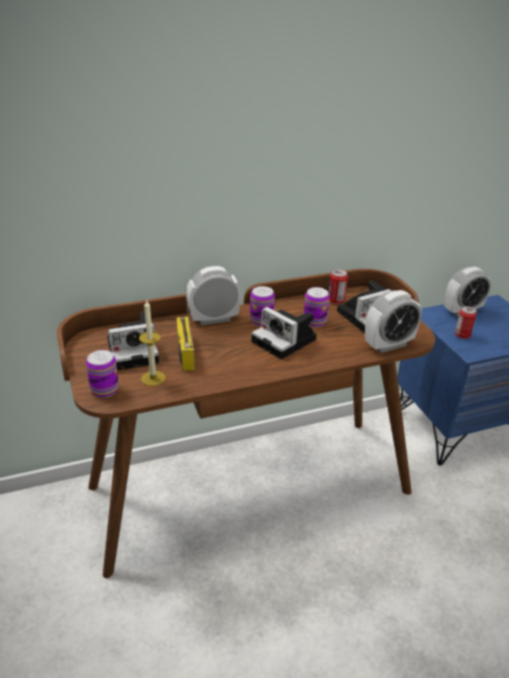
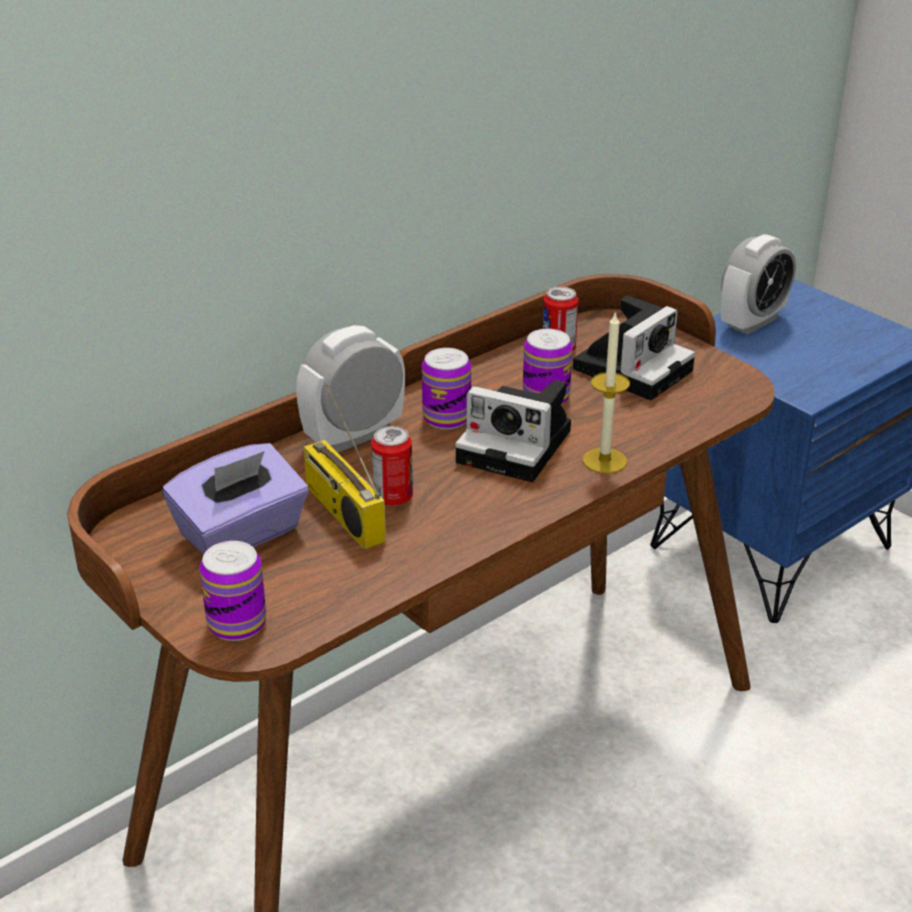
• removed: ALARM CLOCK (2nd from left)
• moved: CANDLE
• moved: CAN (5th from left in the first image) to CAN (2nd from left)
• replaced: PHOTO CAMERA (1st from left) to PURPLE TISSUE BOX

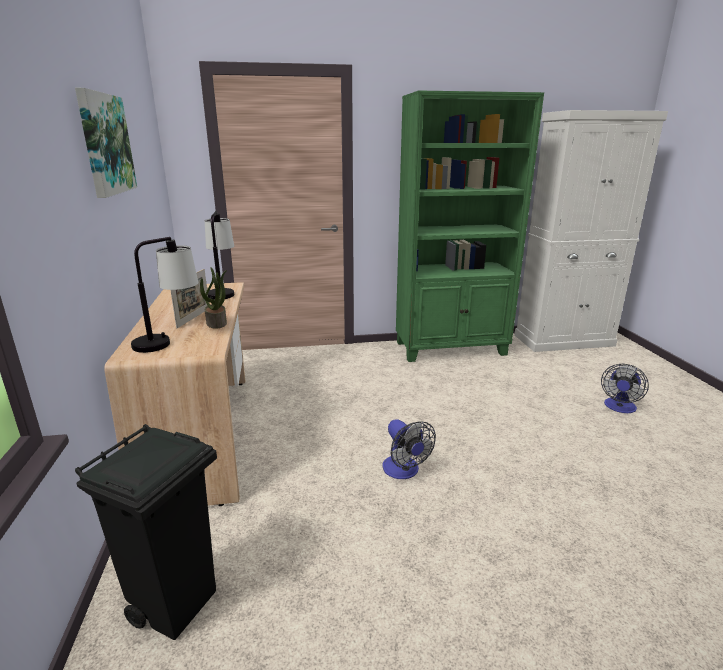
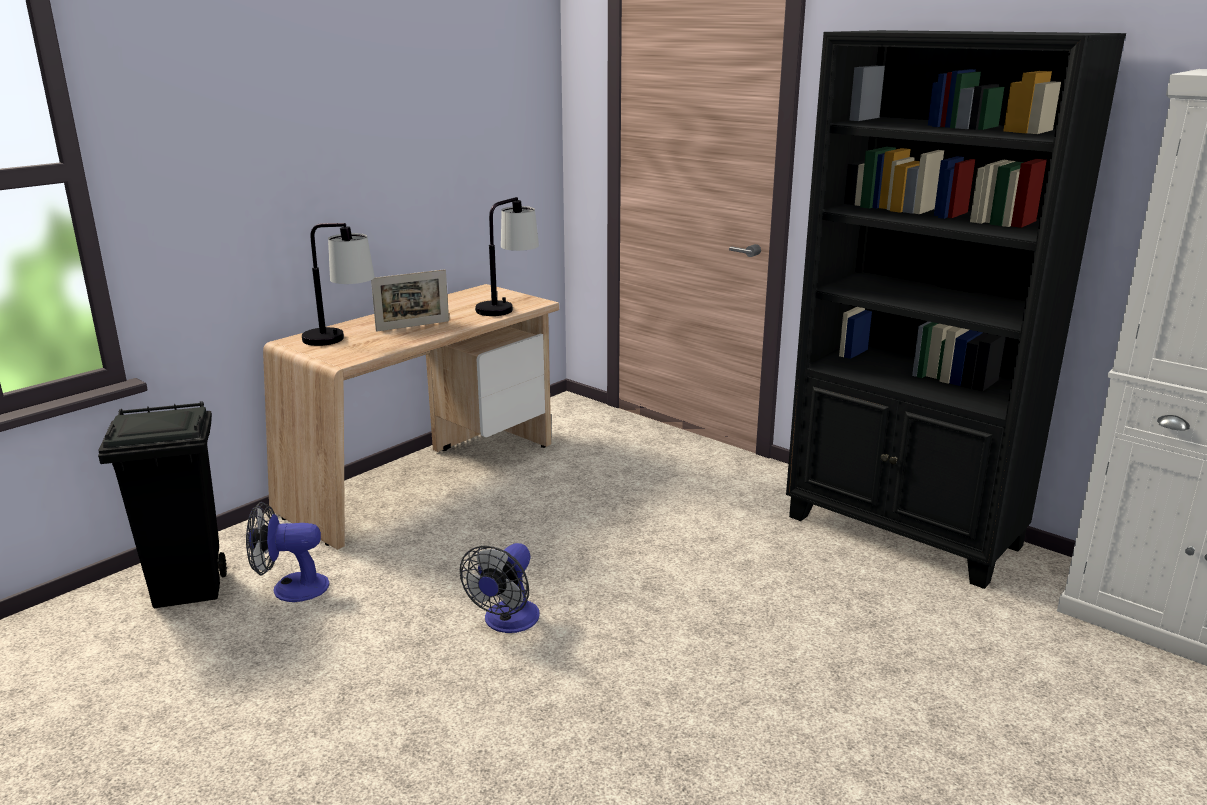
• removed: PICTURE
• removed: POTTED PLANT
• moved: FAN (2nd from left in the first image) to FAN (1st from left)
• recoloured: GREEN BOOKCASE to BLACK BOOKCASE

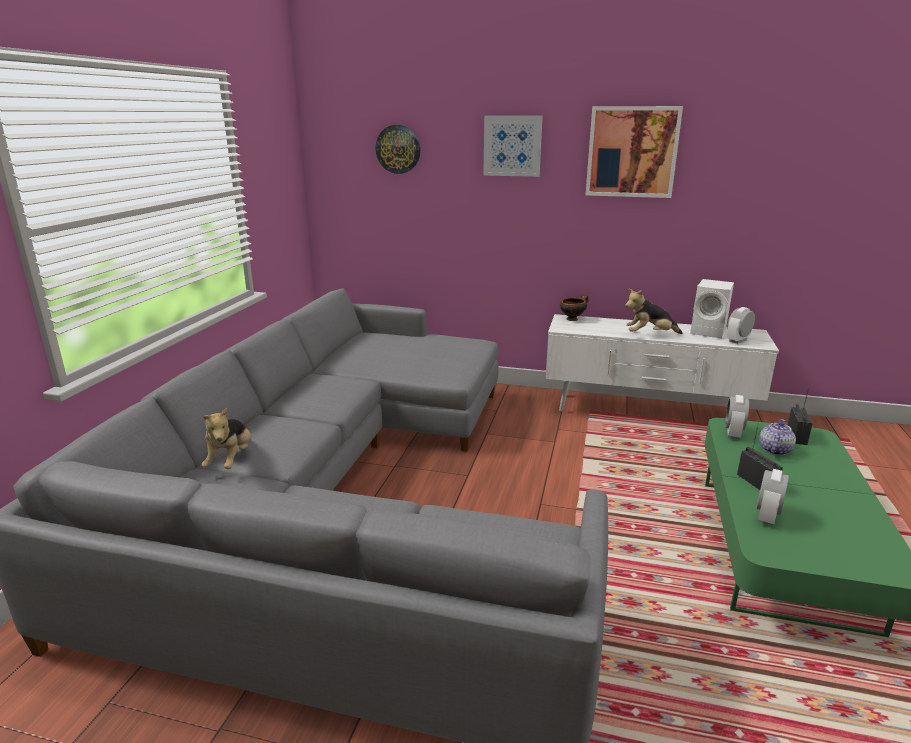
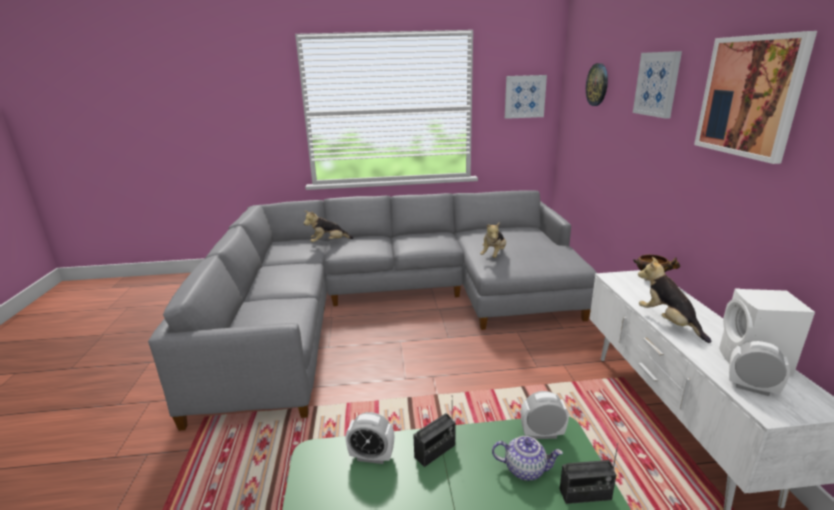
• added: PLUSH TOY (2nd from left)
• added: PICTURE (1st from left)

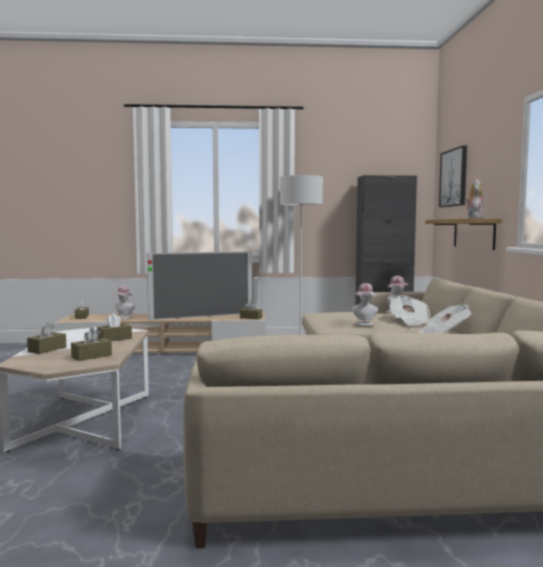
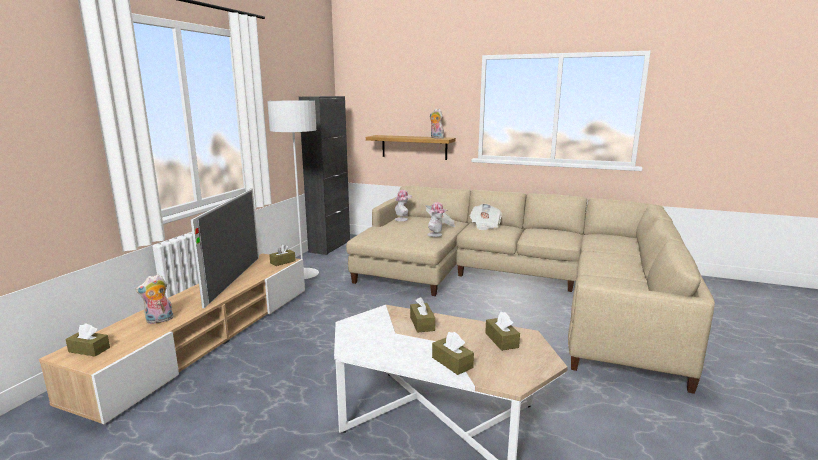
• removed: PICTURE
• replaced: HAT (1st from left) to PLUSH TOY (1st from left)

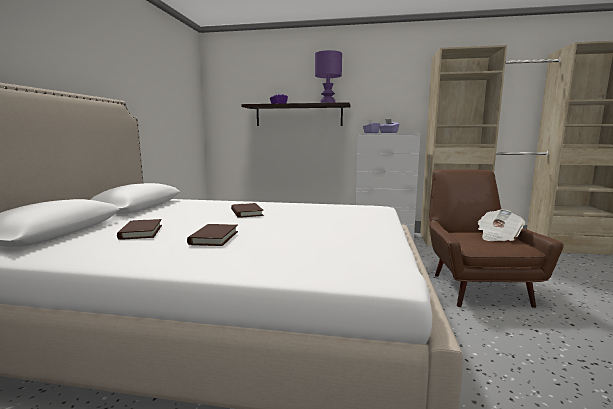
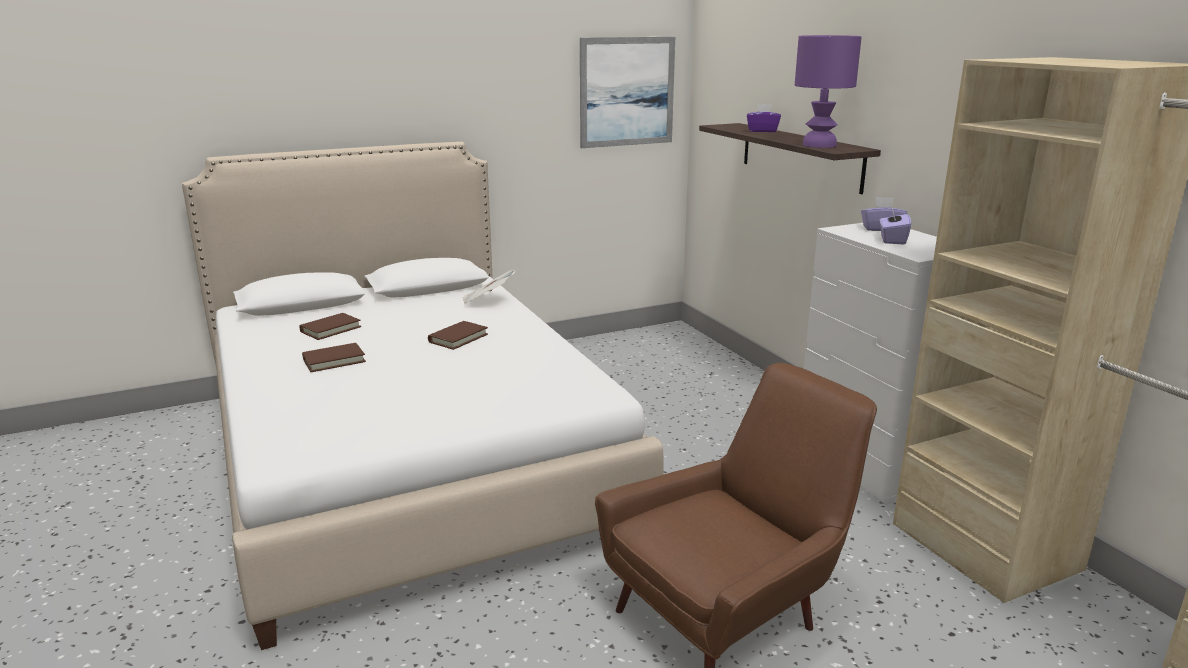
• added: PICTURE
• moved: NEWSPAPER

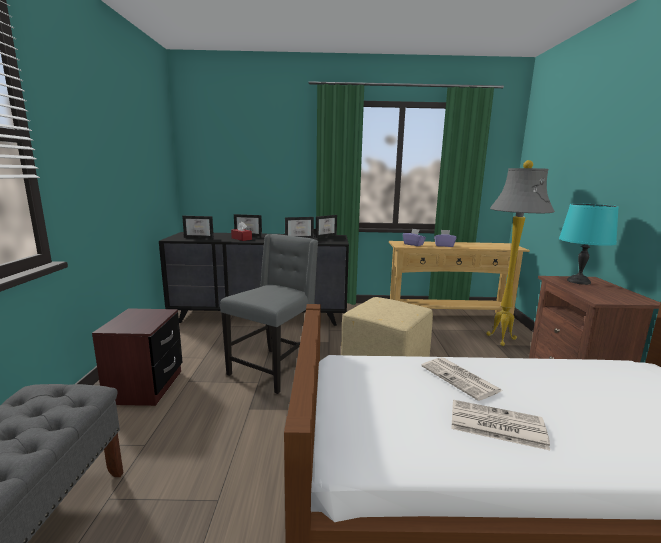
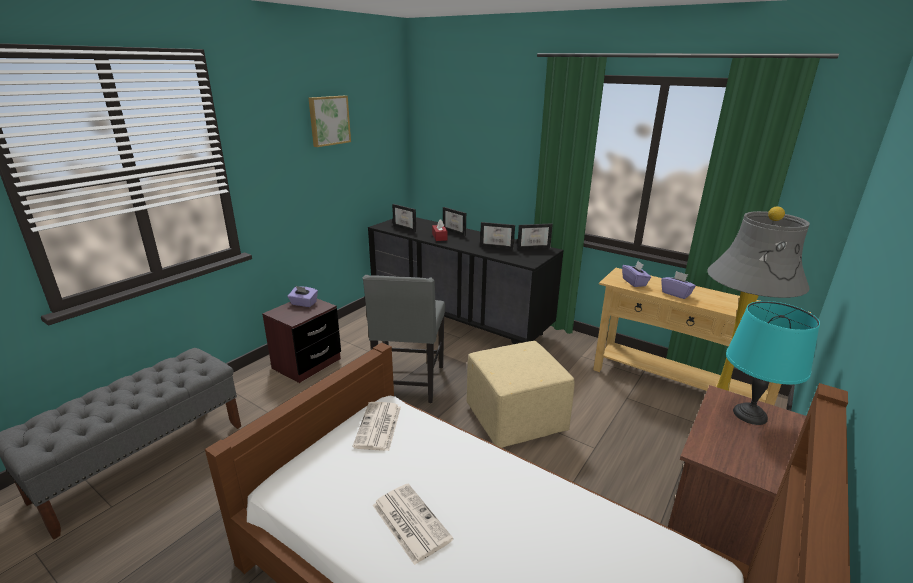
• added: PURPLE TISSUE BOX (1st from left)
• added: PICTURE
• moved: NEWSPAPER (1st from left)
• turned: GREY CHAIR 120 degrees clockwise

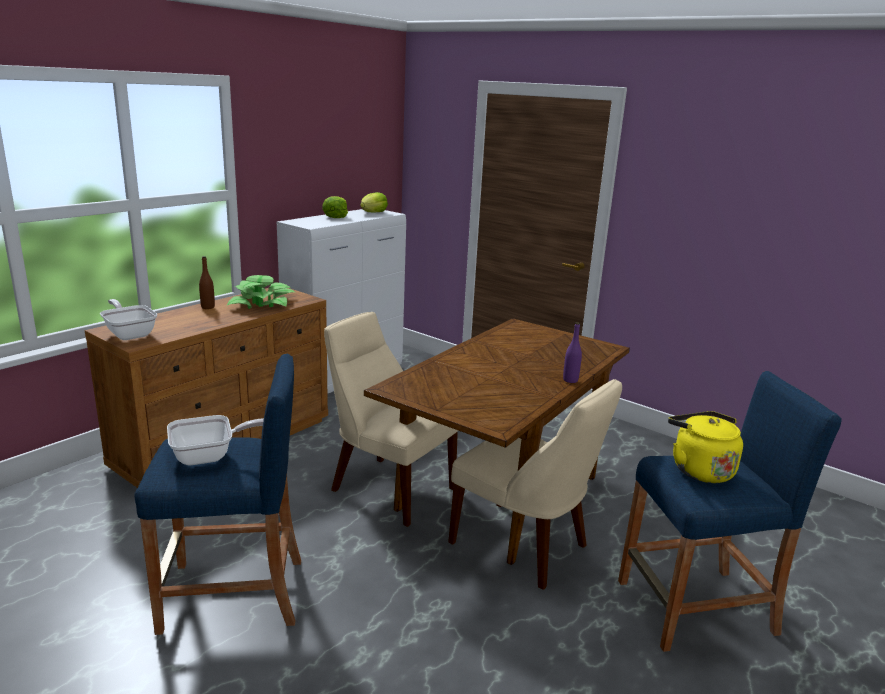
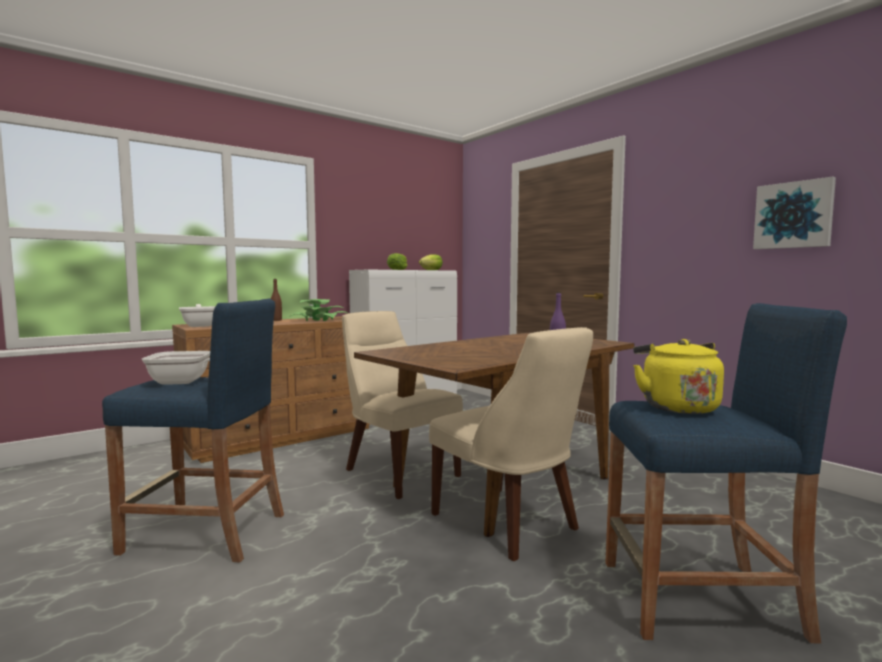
• added: PICTURE

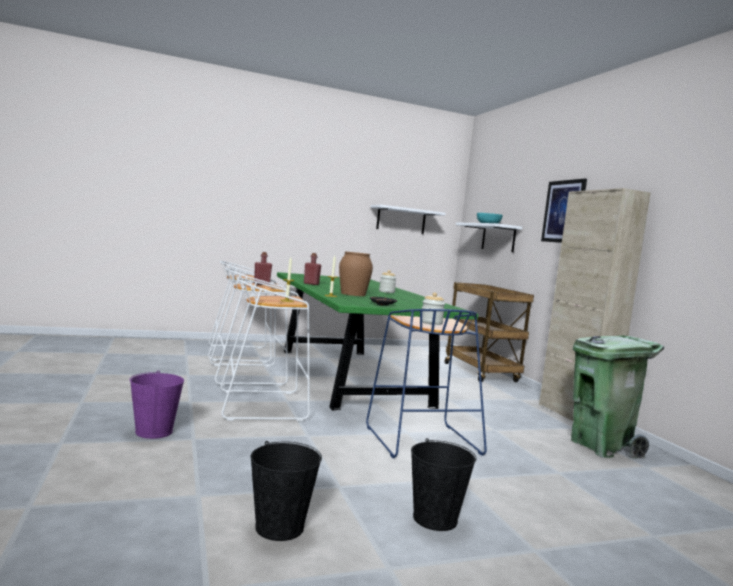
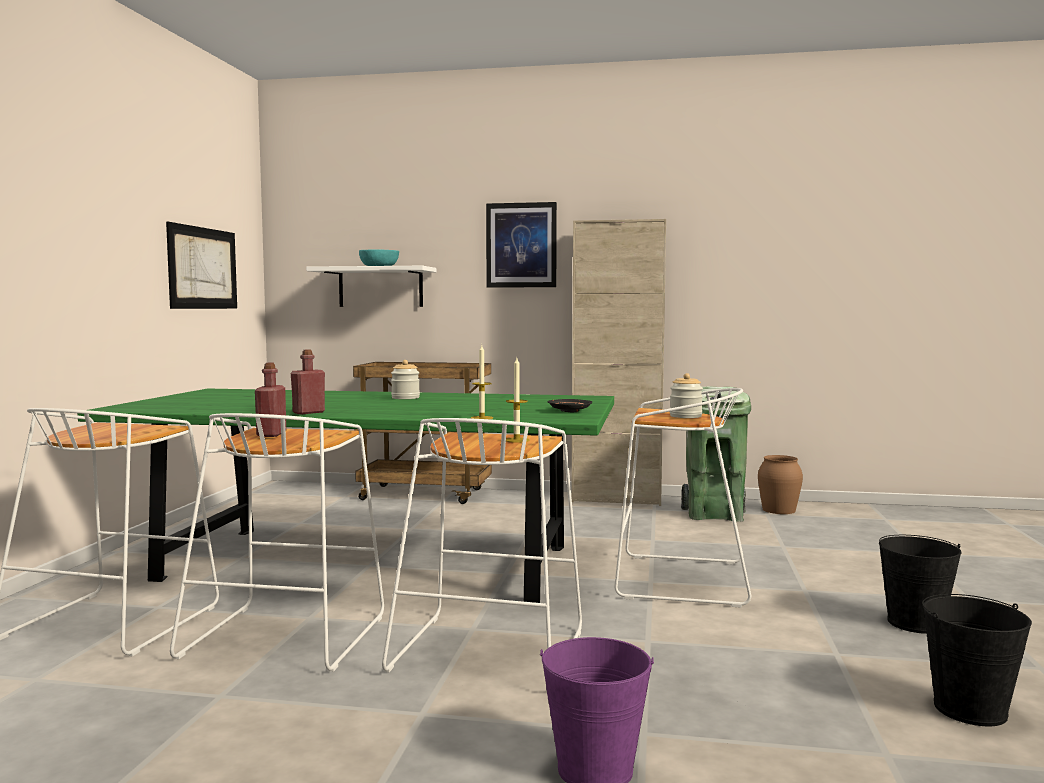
• moved: BROWN VASE
• replaced: WHITE SHELF (1st from left) to PICTURE (1st from left)
• recoloured: BLUE STOOL to WHITE STOOL (4th from left)

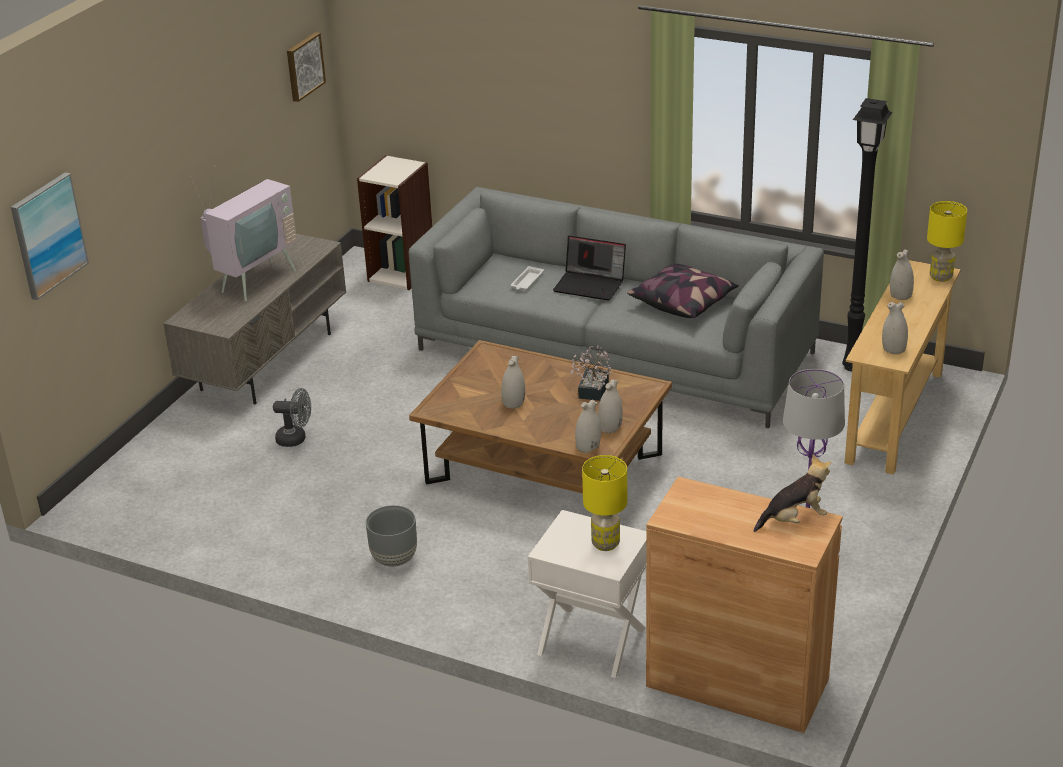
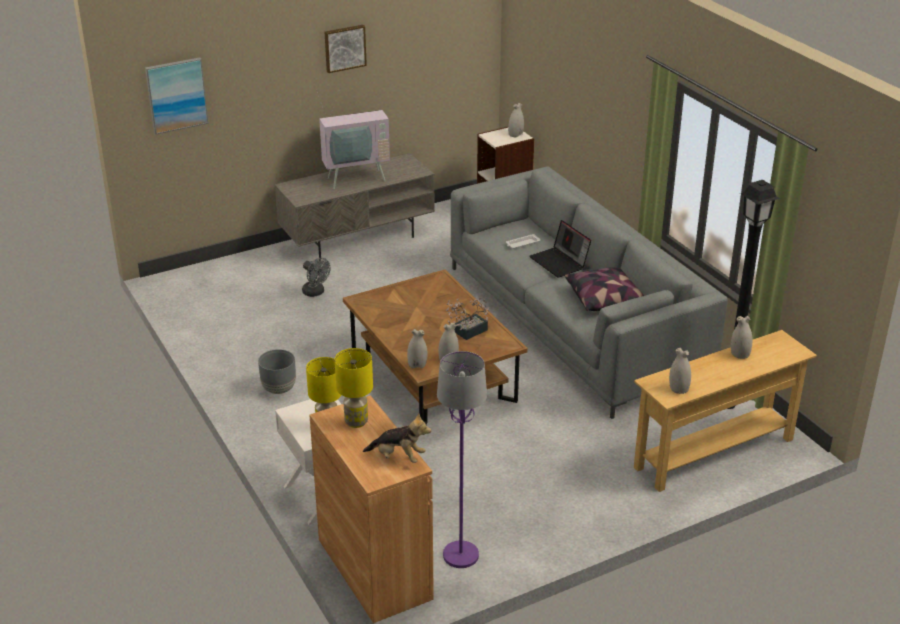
• moved: PICTURE (2nd from left)
• moved: WHITE VASE (1st from left in the first image) to WHITE VASE (3rd from left)
• moved: YELLOW TABLE LAMP (2nd from left)

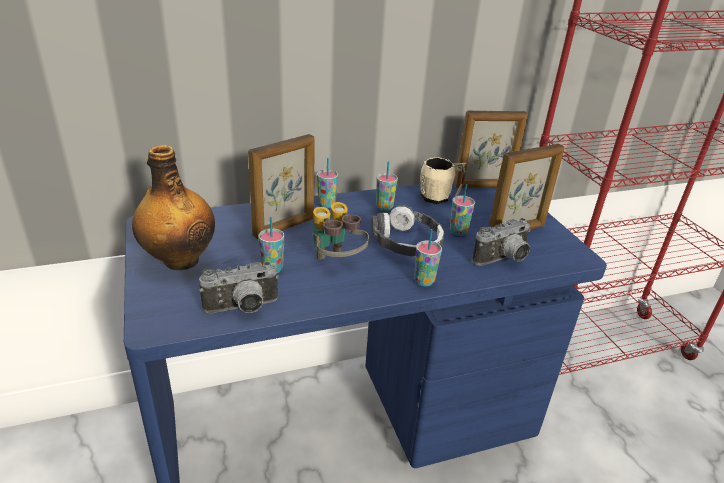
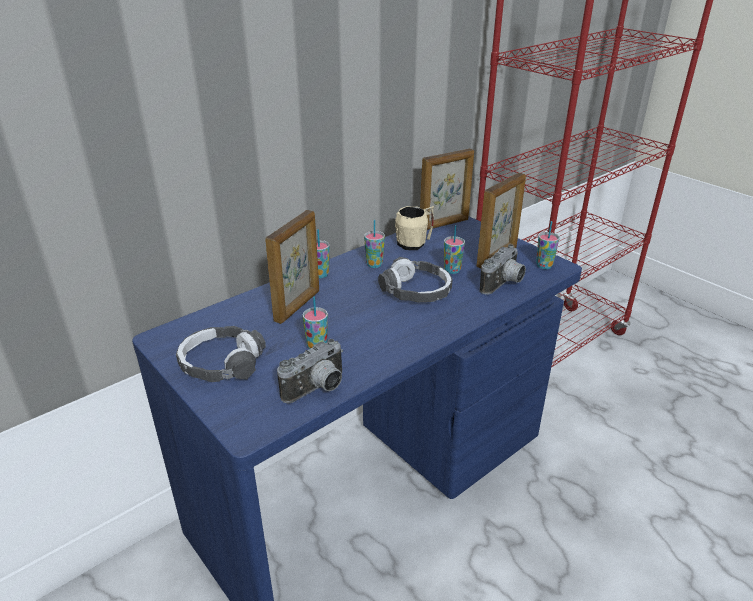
• removed: BINOCULARS
• moved: CUP (4th from left in the first image) to CUP (5th from left)
• replaced: BOTTLE to HEADPHONES (1st from left)

